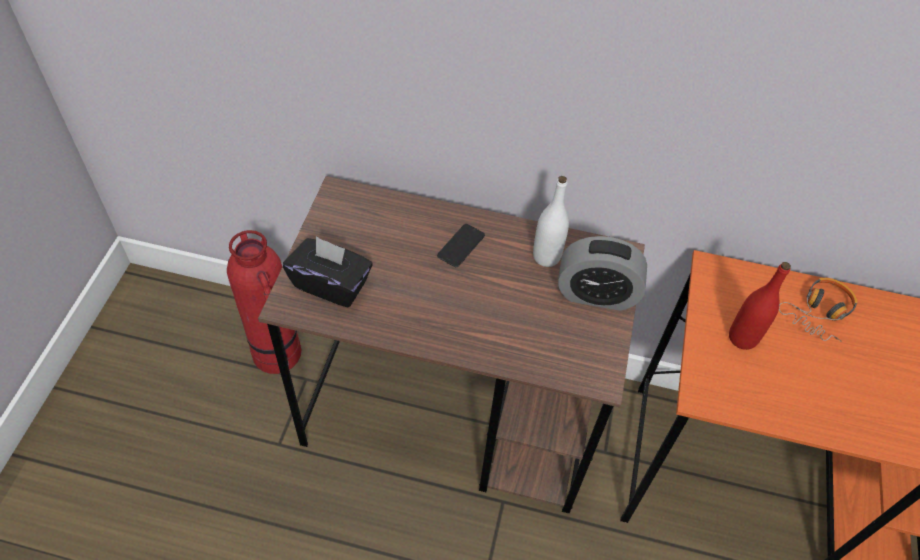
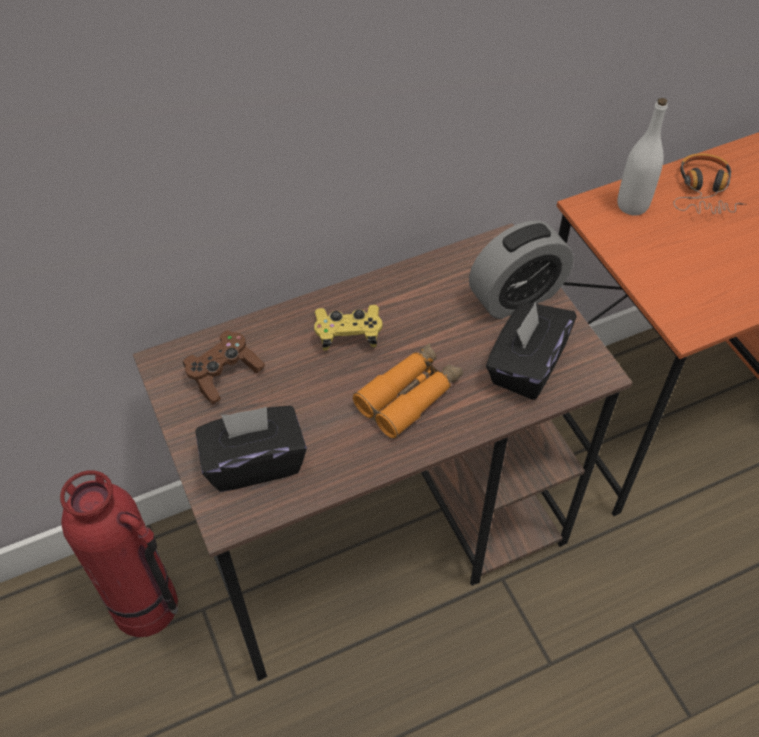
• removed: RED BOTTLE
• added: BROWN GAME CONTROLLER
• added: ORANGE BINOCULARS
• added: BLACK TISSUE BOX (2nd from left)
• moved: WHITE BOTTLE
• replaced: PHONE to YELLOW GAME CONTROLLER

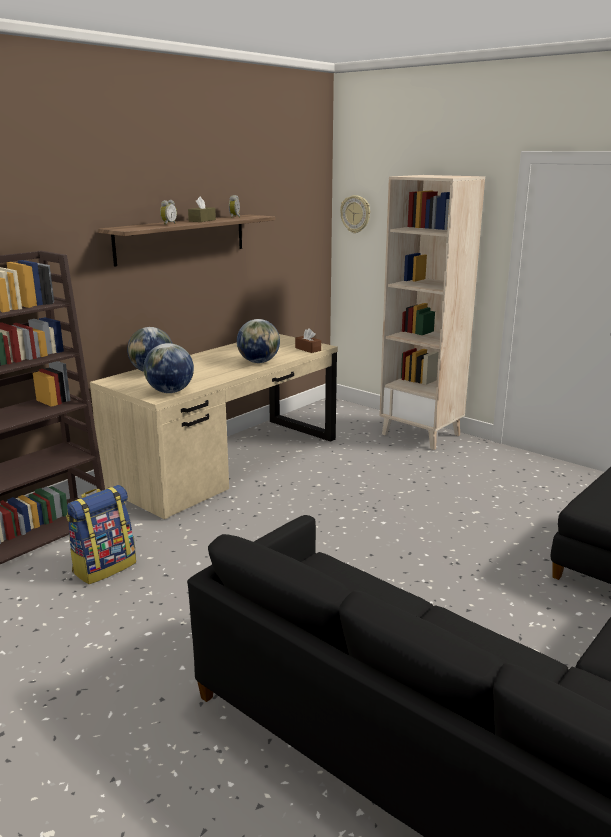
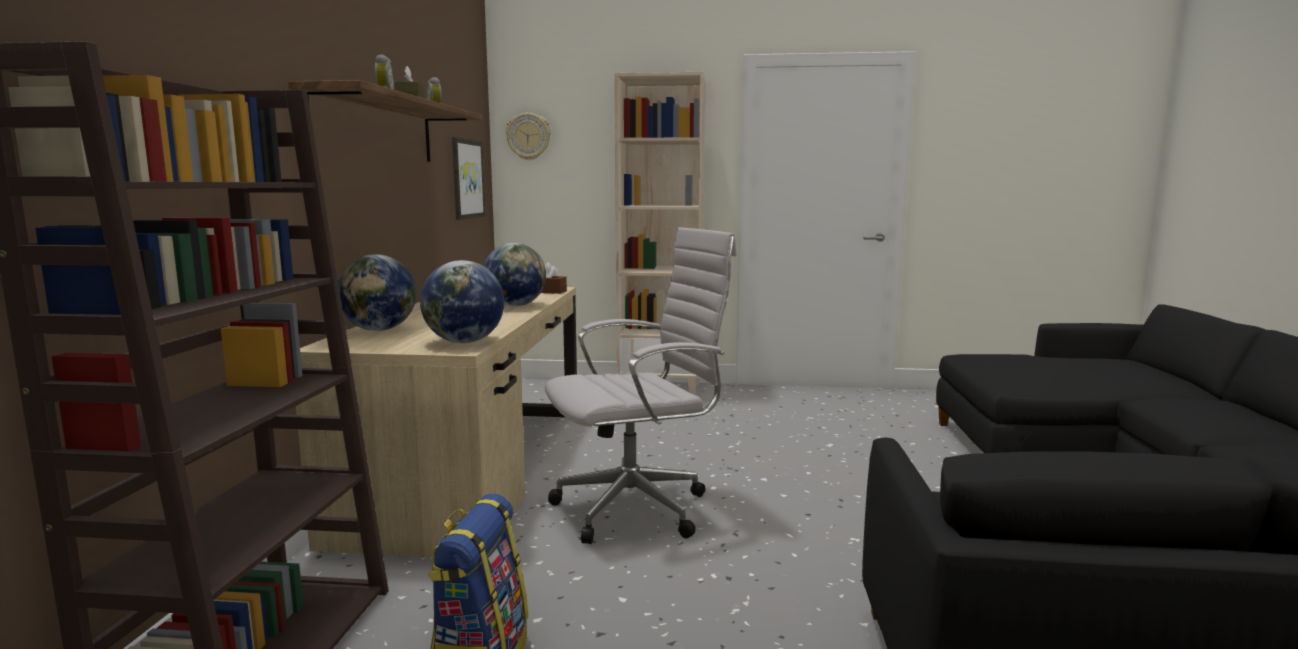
• added: PICTURE
• added: WHITE OFFICE CHAIR

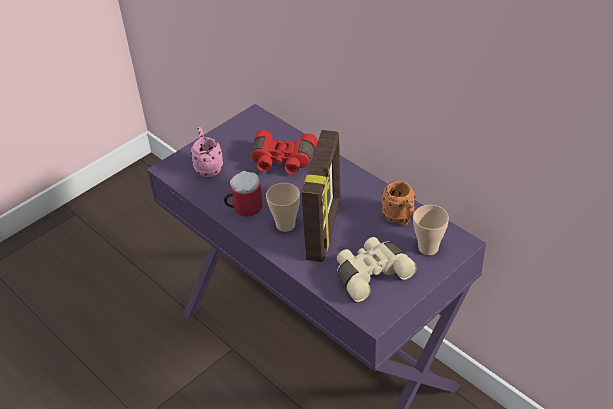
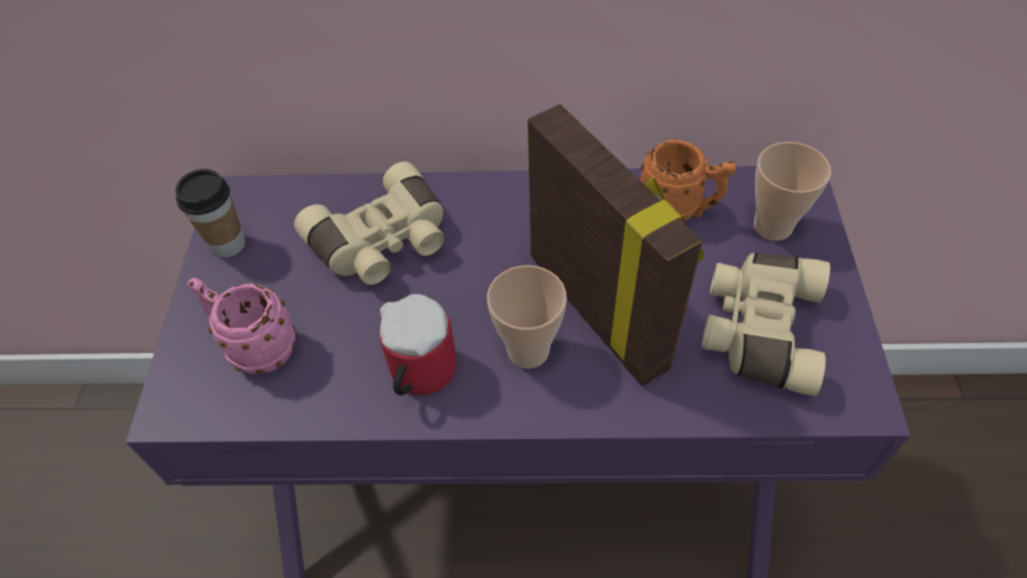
• added: CUP (1st from left)
• recoloured: RED BINOCULARS to BEIGE BINOCULARS (1st from left)

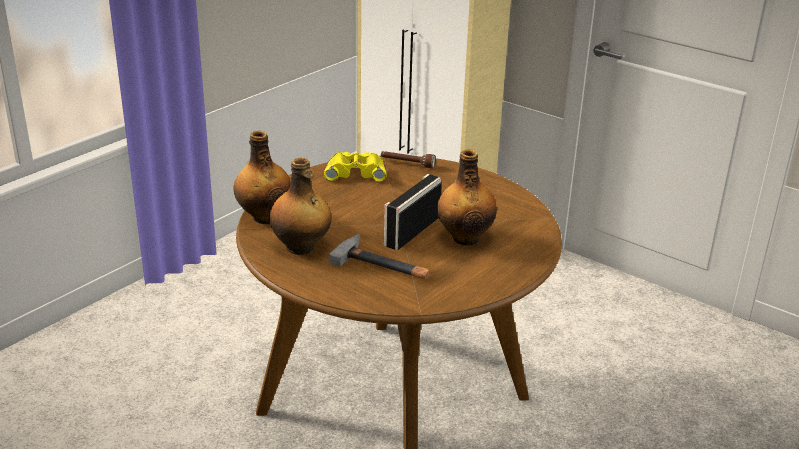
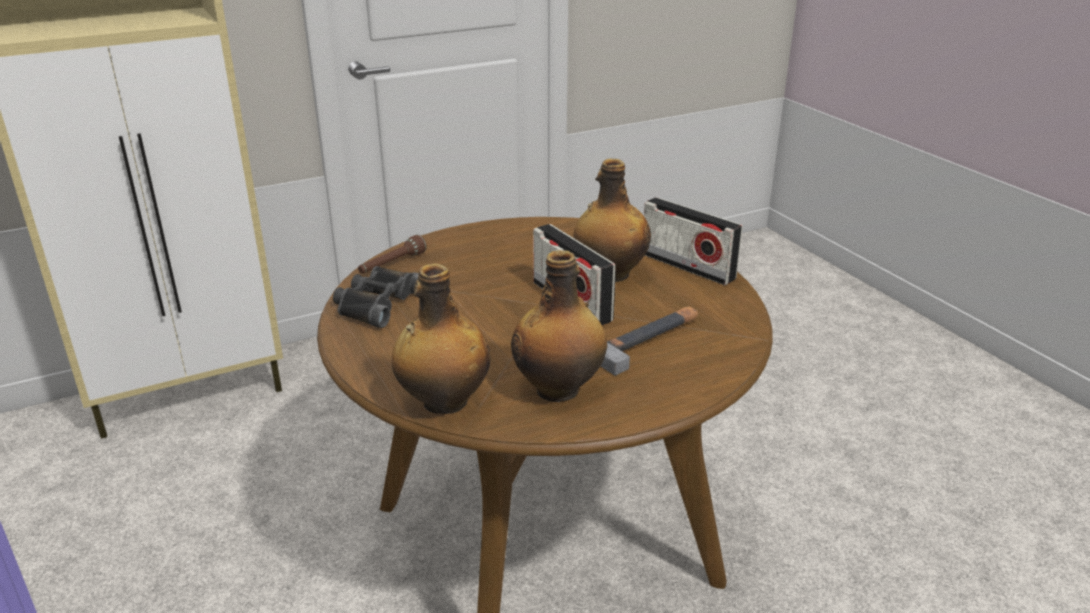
• added: RADIO (2nd from left)
• recoloured: YELLOW BINOCULARS to BLACK BINOCULARS

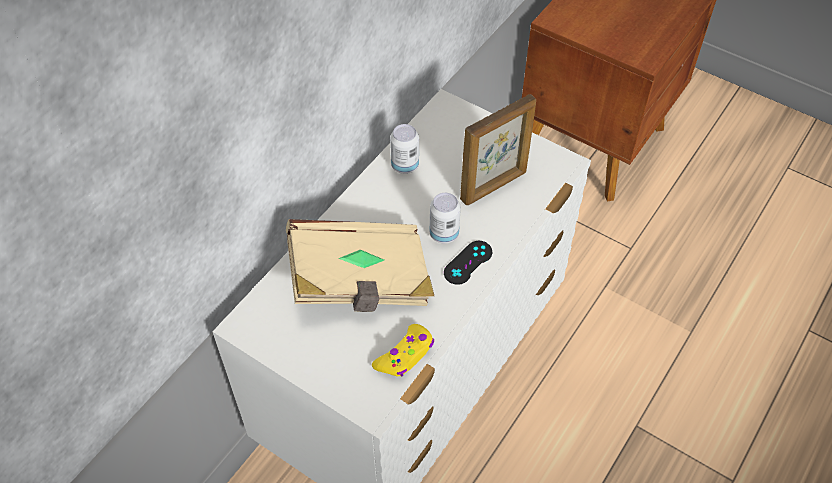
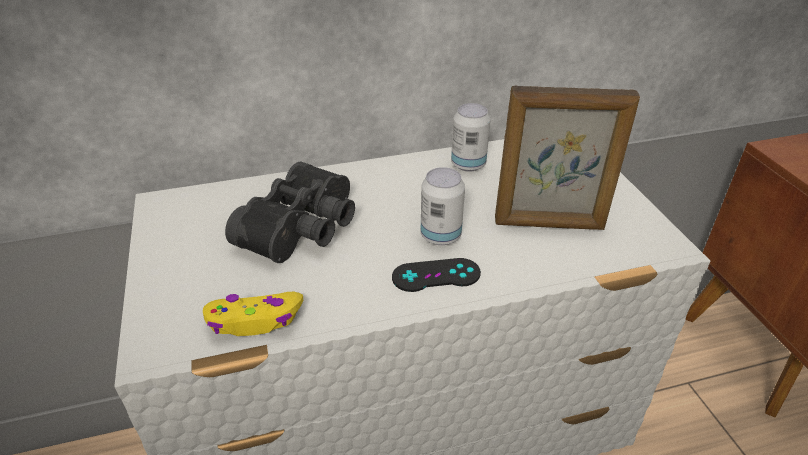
• replaced: BEIGE BOOK to BLACK BINOCULARS

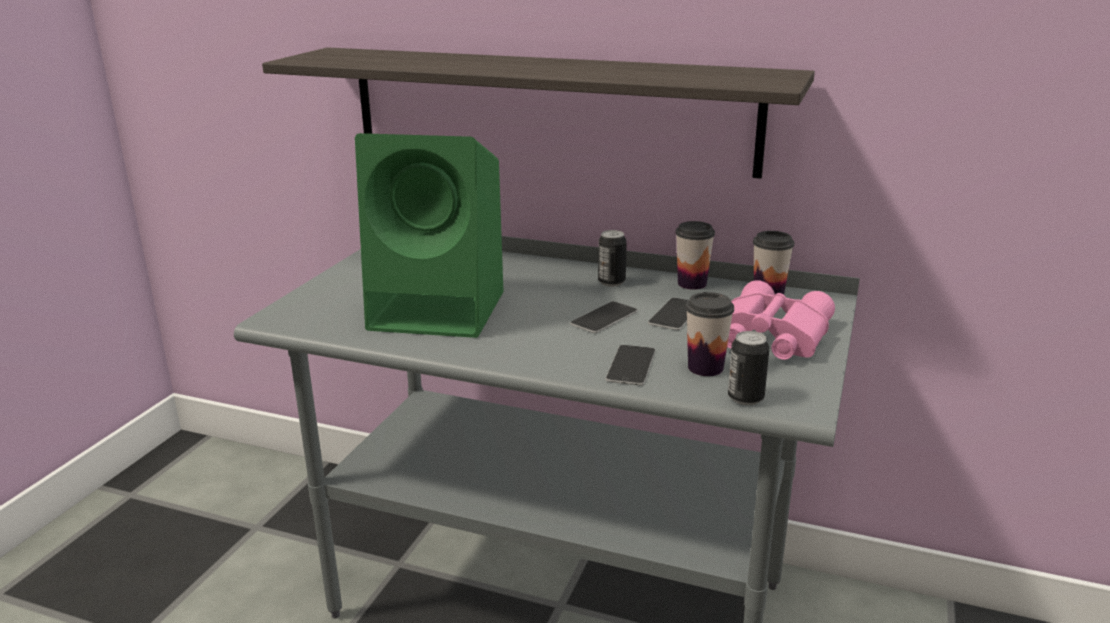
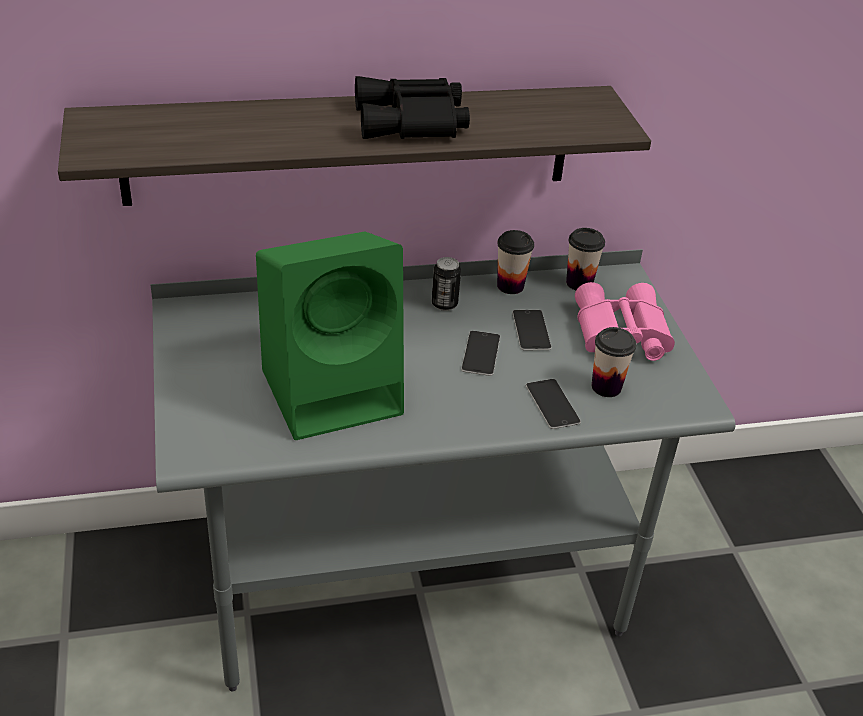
• removed: CAN (2nd from left)
• added: BLACK BINOCULARS

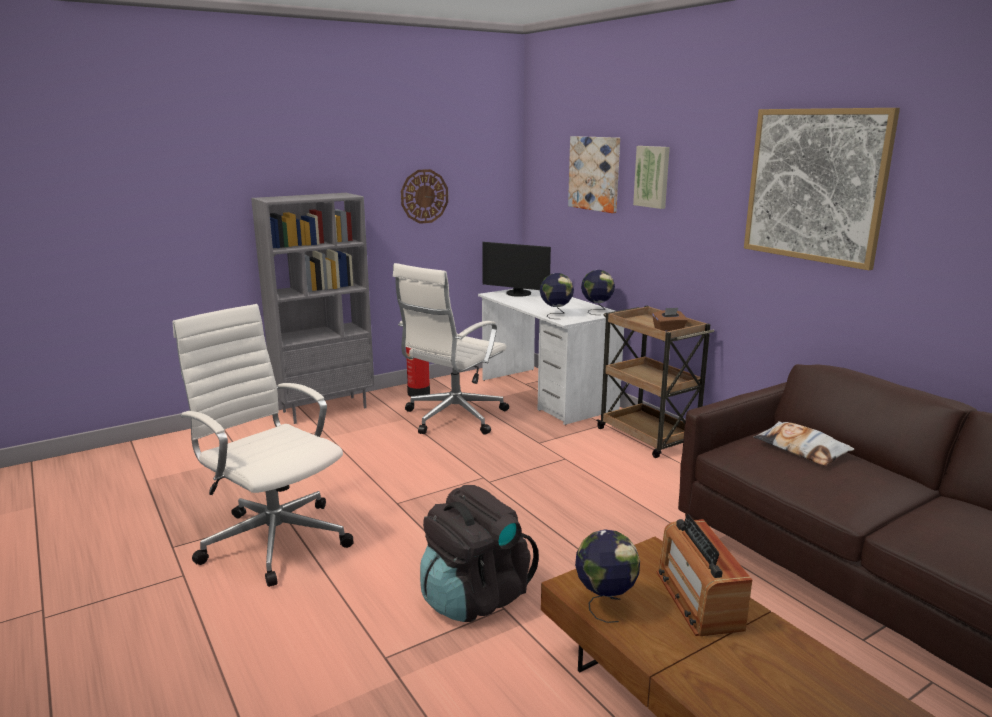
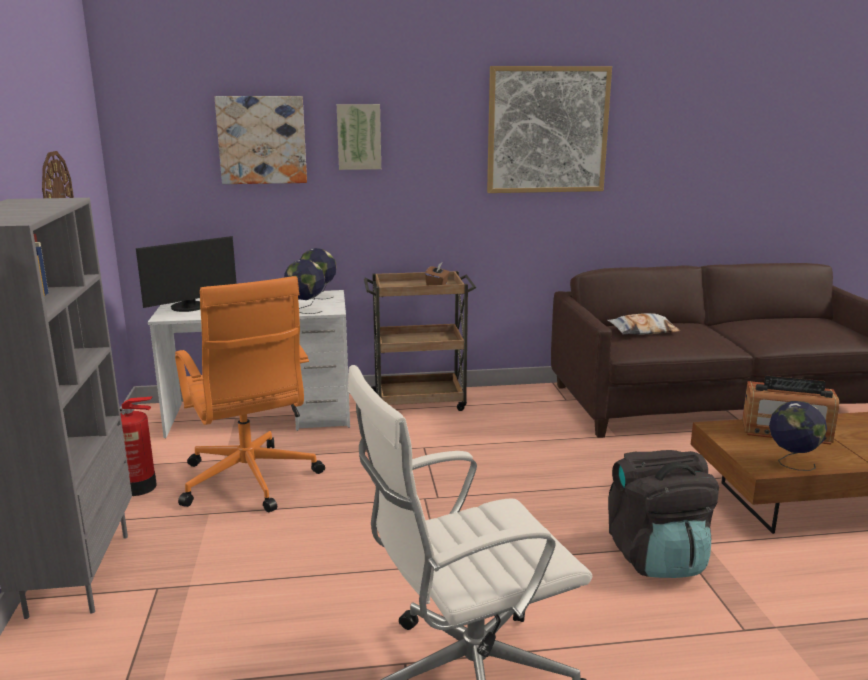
• recoloured: WHITE OFFICE CHAIR (2nd from left) to ORANGE OFFICE CHAIR

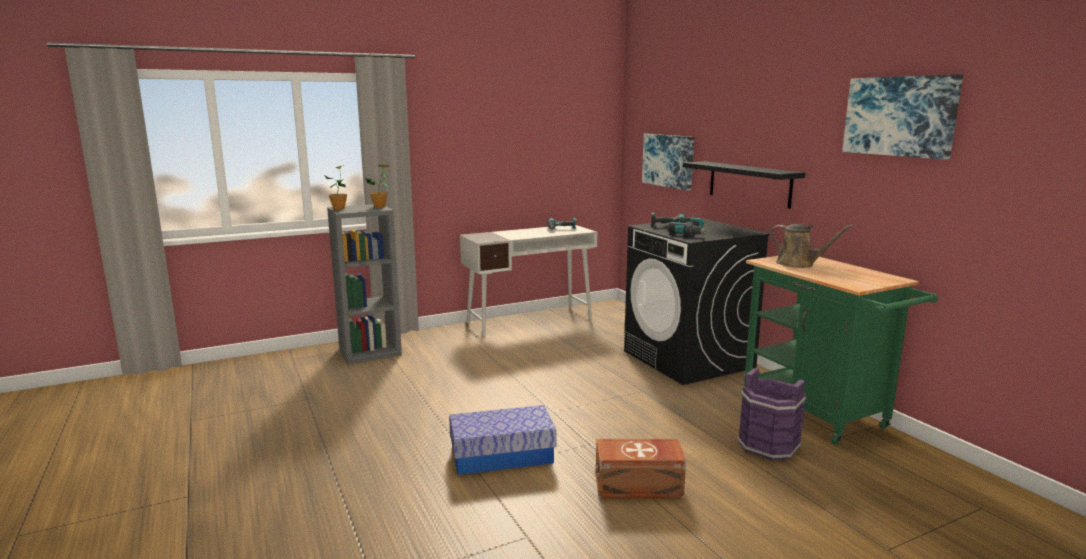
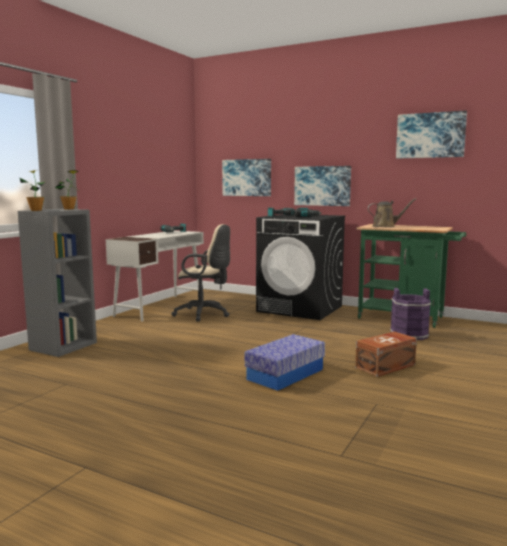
• added: BEIGE OFFICE CHAIR
• replaced: BLACK SHELF to PICTURE (2nd from left)

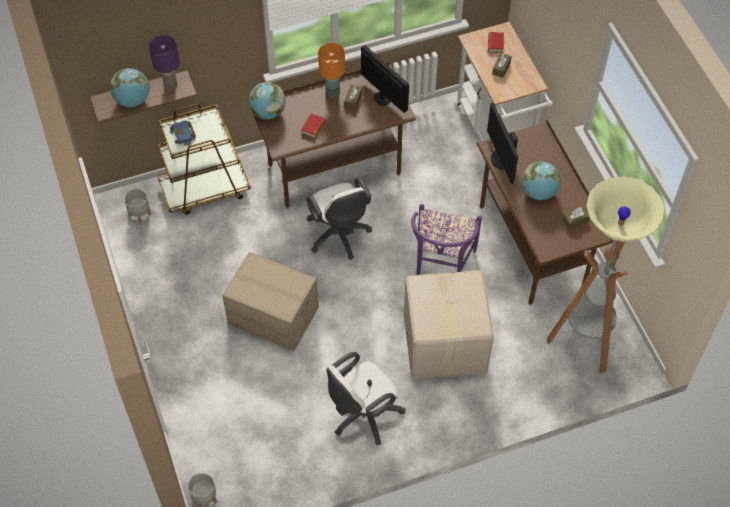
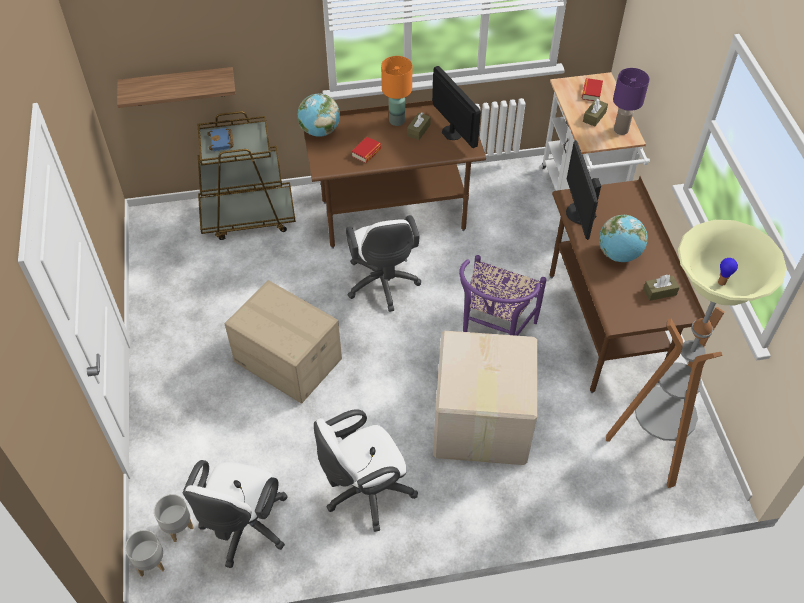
• removed: GLOBE (1st from left)
• added: WHITE OFFICE CHAIR (1st from left)
• moved: GREY PLANTER (1st from left in the first image) to GREY PLANTER (2nd from left)
• moved: PURPLE TABLE LAMP

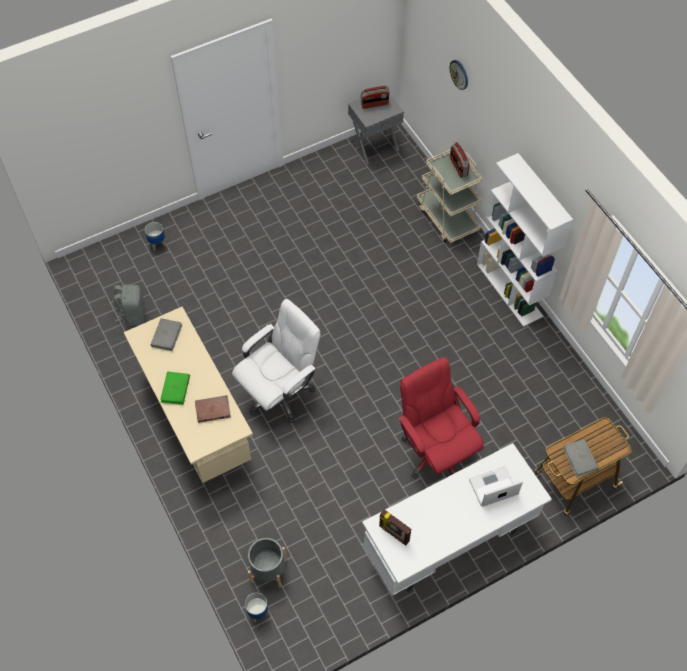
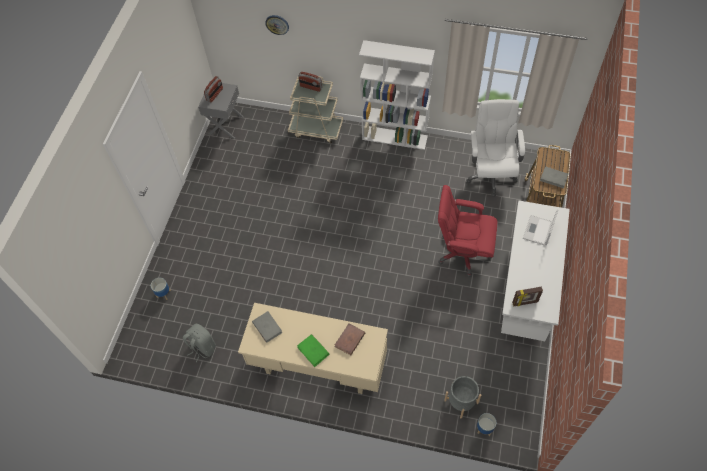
• moved: WHITE OFFICE CHAIR

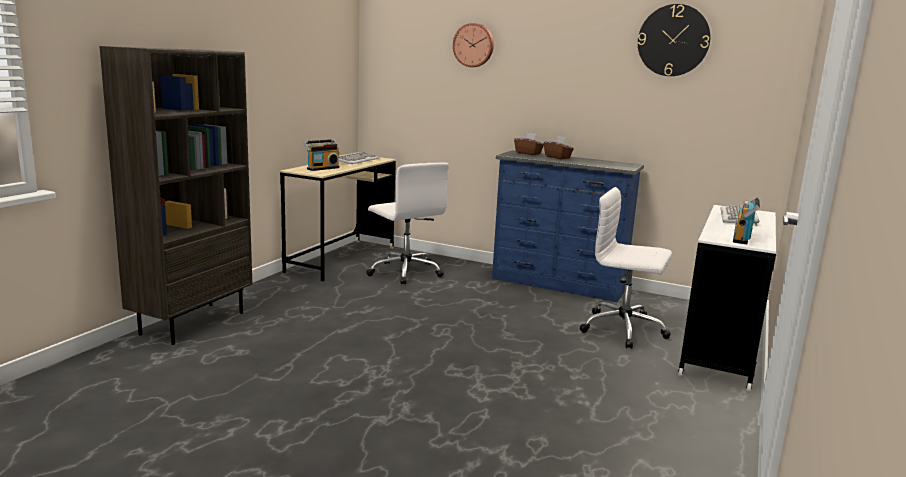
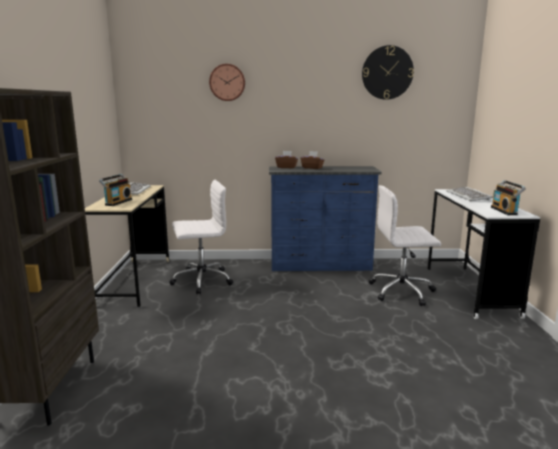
• turned: WHITE OFFICE CHAIR (1st from left) 45 degrees counterclockwise

